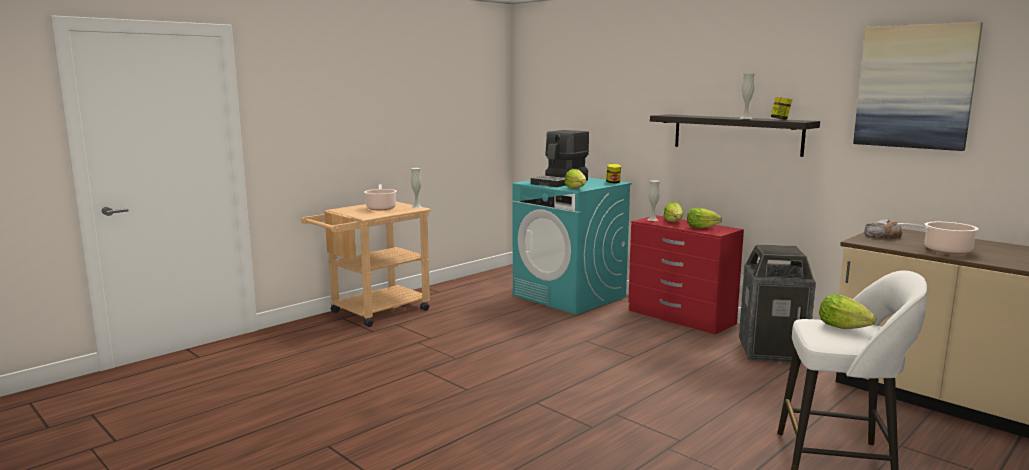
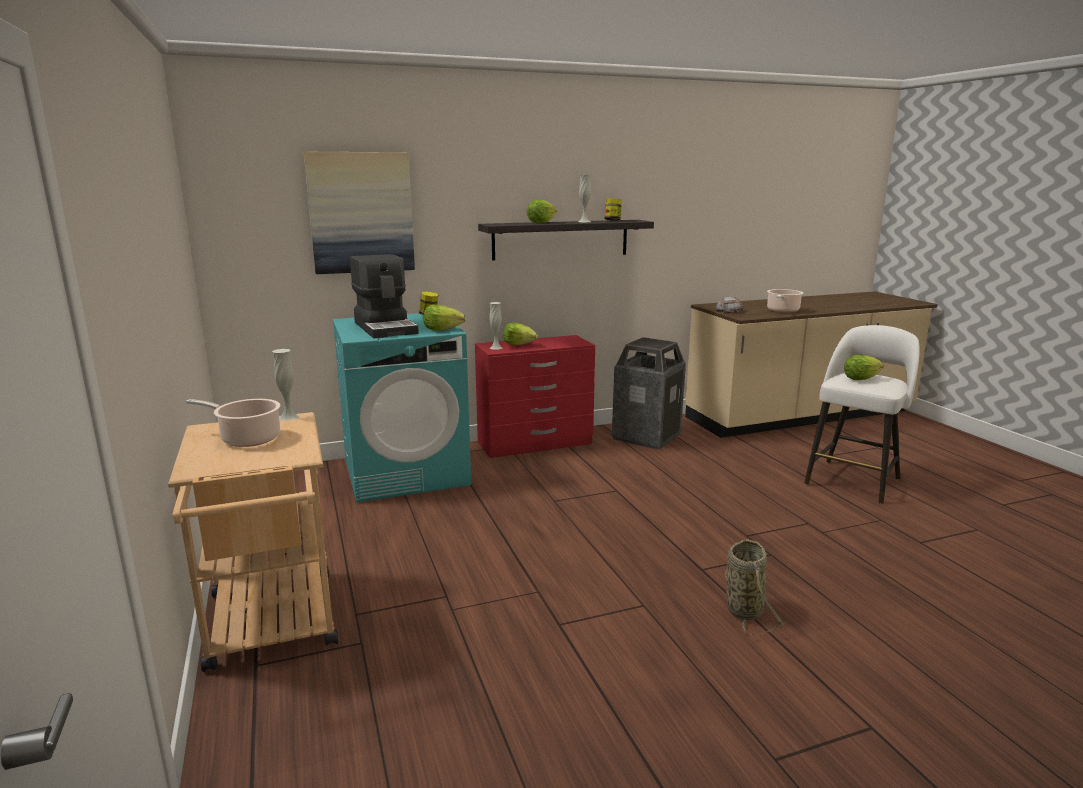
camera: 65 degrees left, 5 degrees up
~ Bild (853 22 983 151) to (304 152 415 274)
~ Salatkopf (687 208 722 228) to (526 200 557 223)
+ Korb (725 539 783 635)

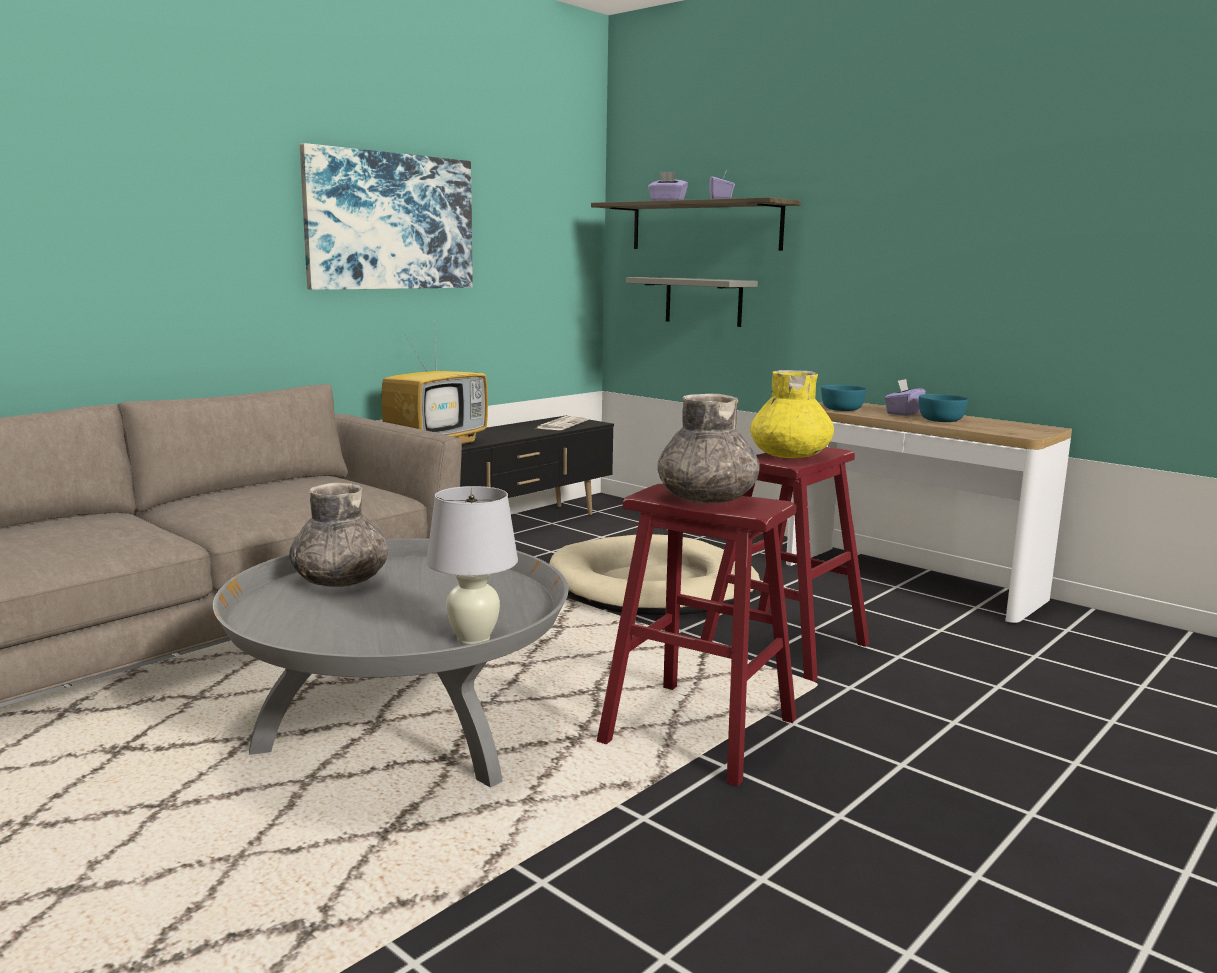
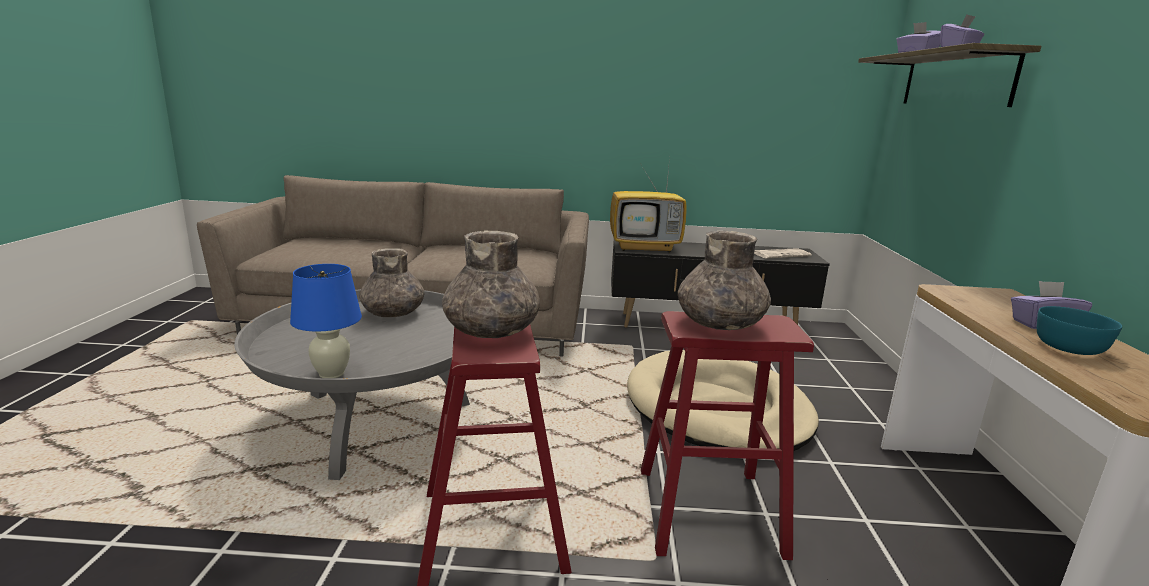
camera: 50 degrees right, 5 degrees up
~ Tischlampe [weiß] (426 486 518 645) to Tischlampe [blau] (290 264 362 378)
~ Vase [gelb] (750 370 834 458) to Vase [grau] (678 231 771 330)
- Bild (300 143 473 290)
- Wandregal [grau] (626 277 758 327)
- Schüssel [türkis] (821 385 867 411)

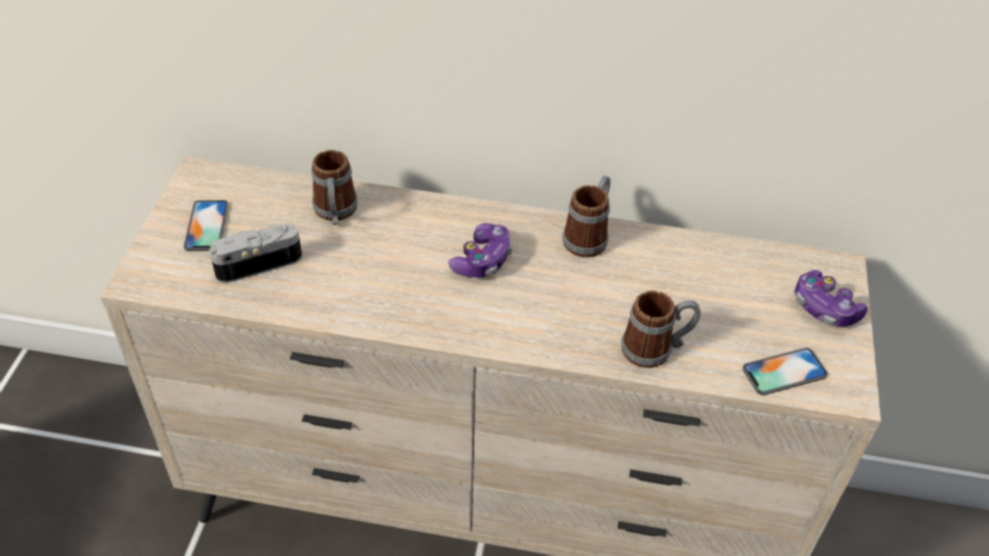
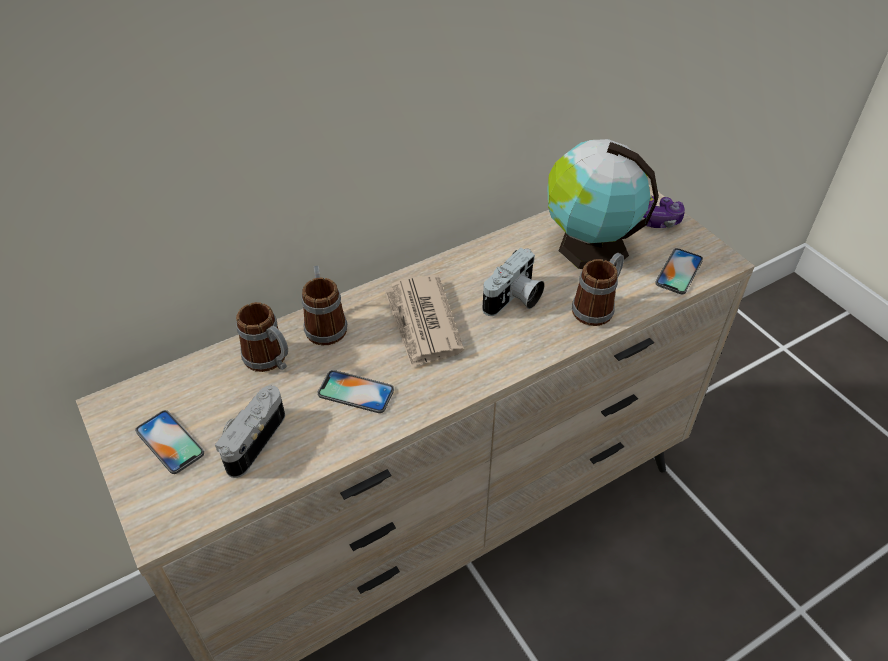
camera: 40 degrees left, 0 degrees up
~ Henkelbecher (562 176 610 257) to (302 266 347 345)
+ Handy (318 370 394 413)
~ Gamepad (449 223 513 278) to Zeitung (385 275 464 368)
+ Kamera (482 248 544 316)
+ Globus (547 139 659 269)

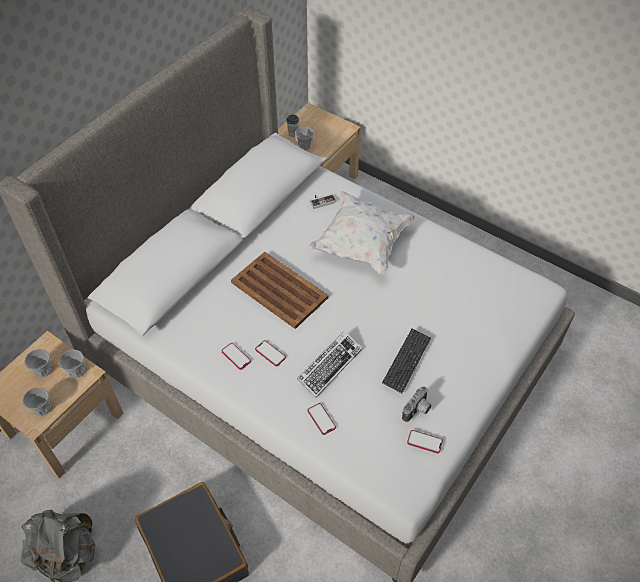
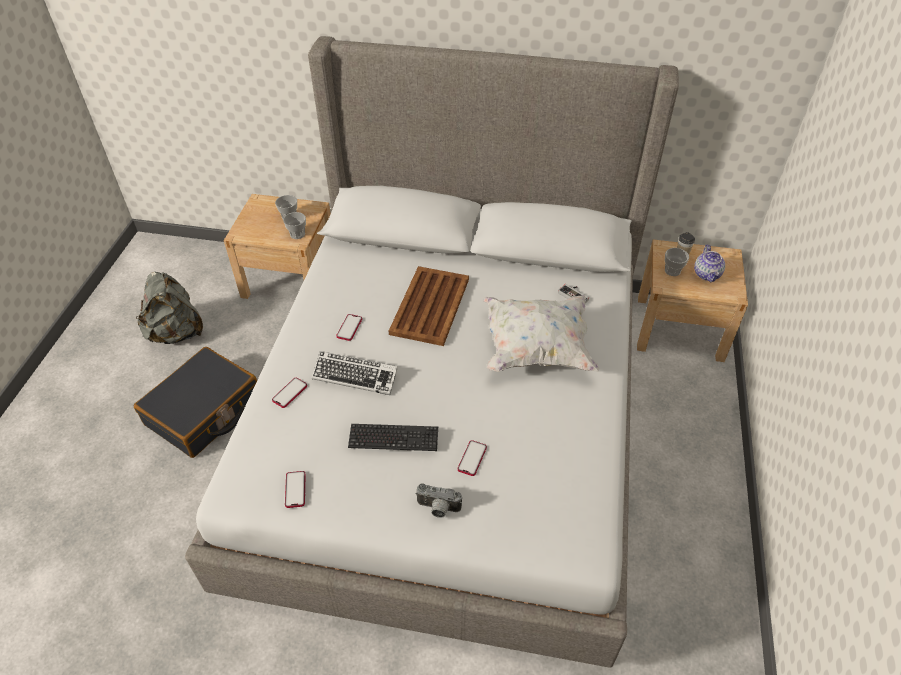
camera: 65 degrees right, 5 degrees down
~ Kamera (402 386 431 422) to (415 483 462 518)
~ Handy (221 343 251 370) to (458 440 487 476)
+ Teekanne (694 245 725 282)
- Tasse (22 387 51 416)

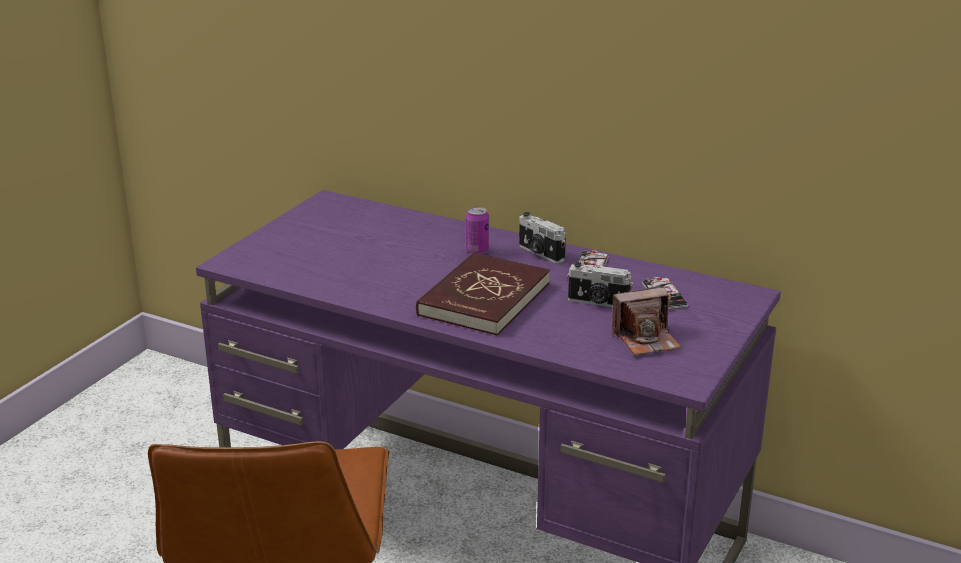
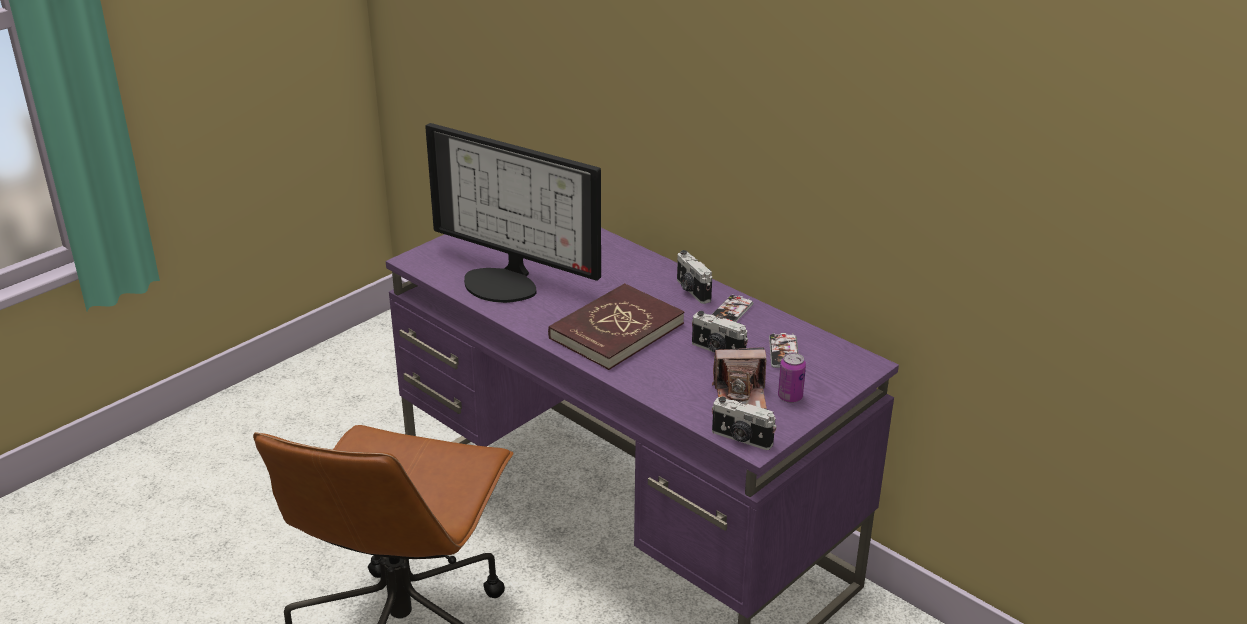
camera: 15 degrees right, 5 degrees up
+ Monitor (425 123 601 303)
+ Kamera (712 397 777 450)
~ Dose (466 207 489 254) to (778 353 806 403)

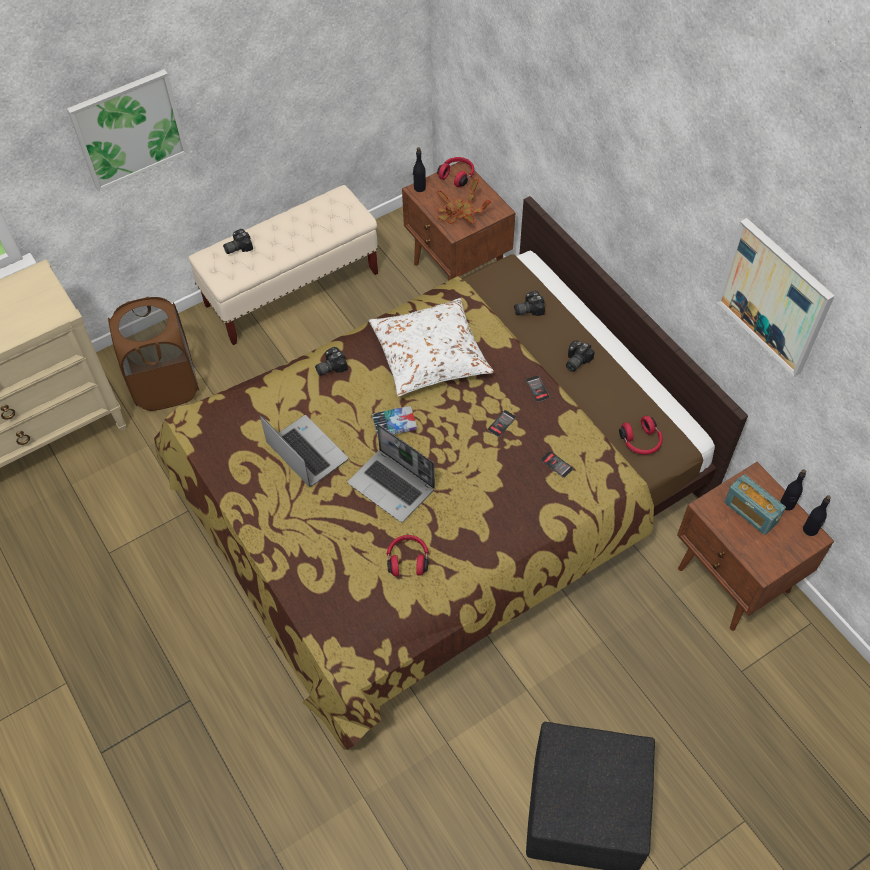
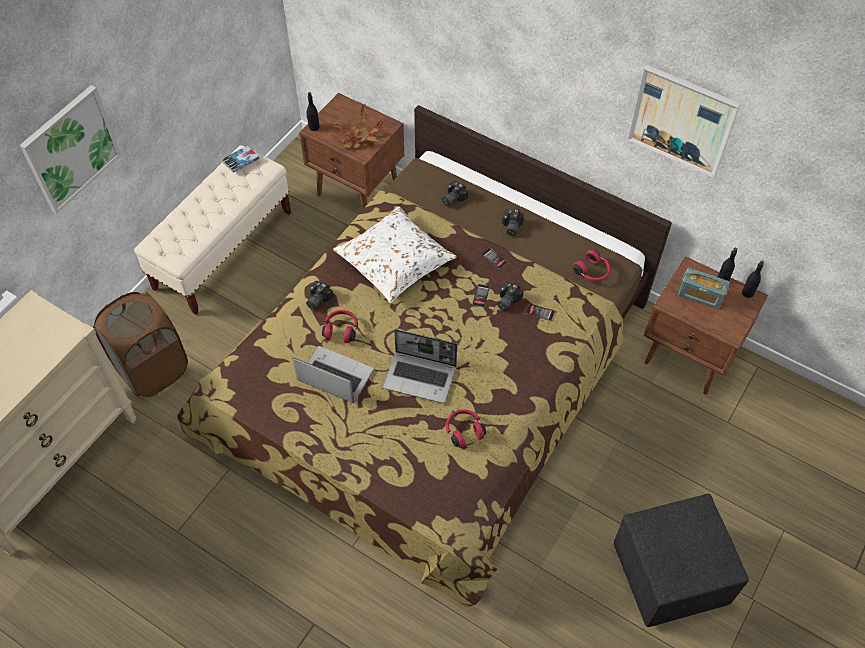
camera: 25 degrees left, 0 degrees up
~ Buch (372 406 417 436) to (222 146 260 173)
~ Kopfhörer [rot] (437 157 474 187) to (322 310 358 343)
~ Kamera (223 229 253 254) to (498 282 523 311)

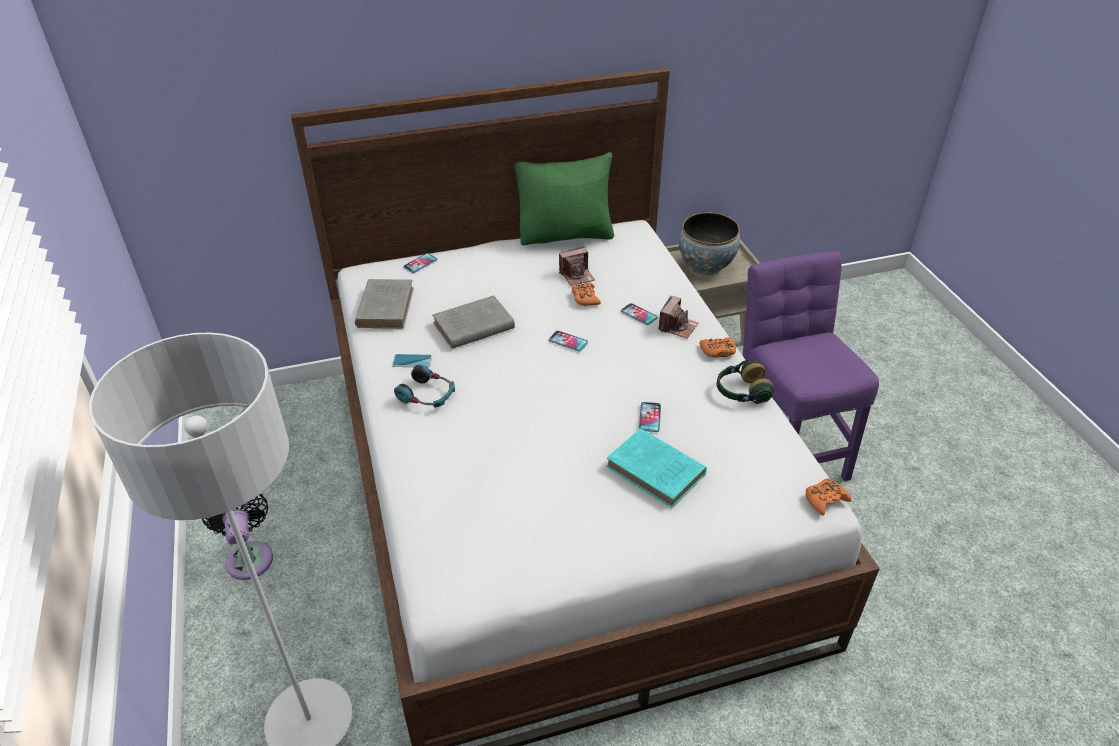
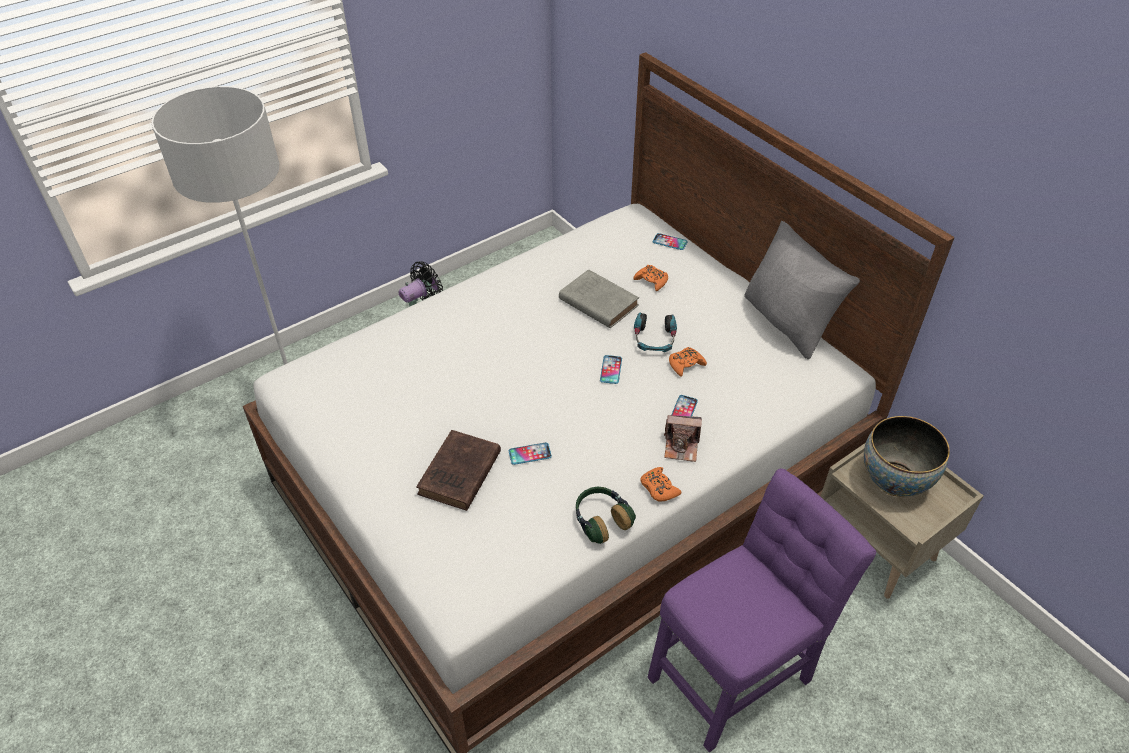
camera: 70 degrees right, 5 degrees up
~ Buch [türkis] (606 428 707 508) to Buch [braun] (416 430 501 511)
~ Gamepad [orange] (806 478 852 516) to (633 265 668 291)
~ Kopfhörer (394 364 455 408) to (634 313 677 352)
~ Kissen [grün] (514 152 614 245) to Kissen [grau] (744 221 860 359)
- Buch [grau] (355 279 414 329)
- Handy (392 354 432 367)
- Kamera (559 247 595 286)

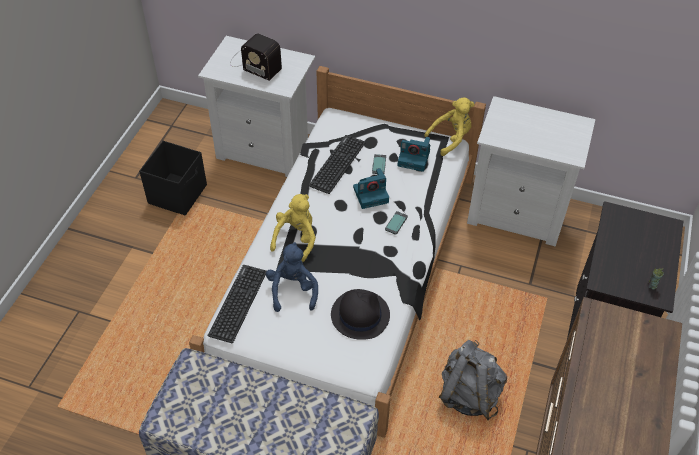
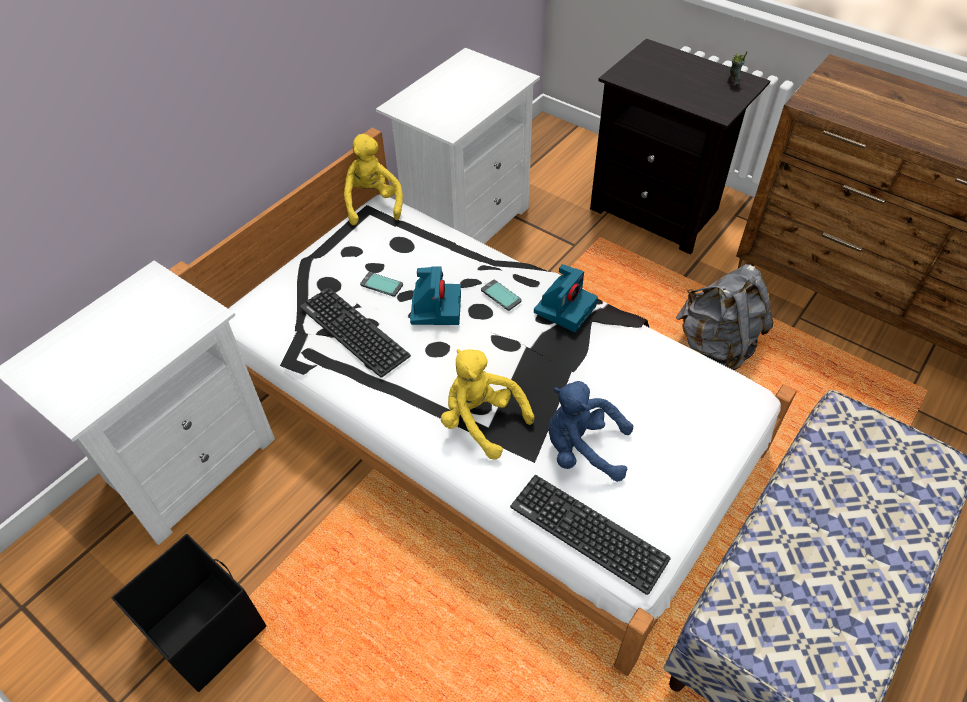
camera: 70 degrees left, 0 degrees up
~ Kamera (397 137 430 172) to (534 264 598 332)
- Radio (230 33 282 81)
- Hut [schwarz] (331 289 390 340)

